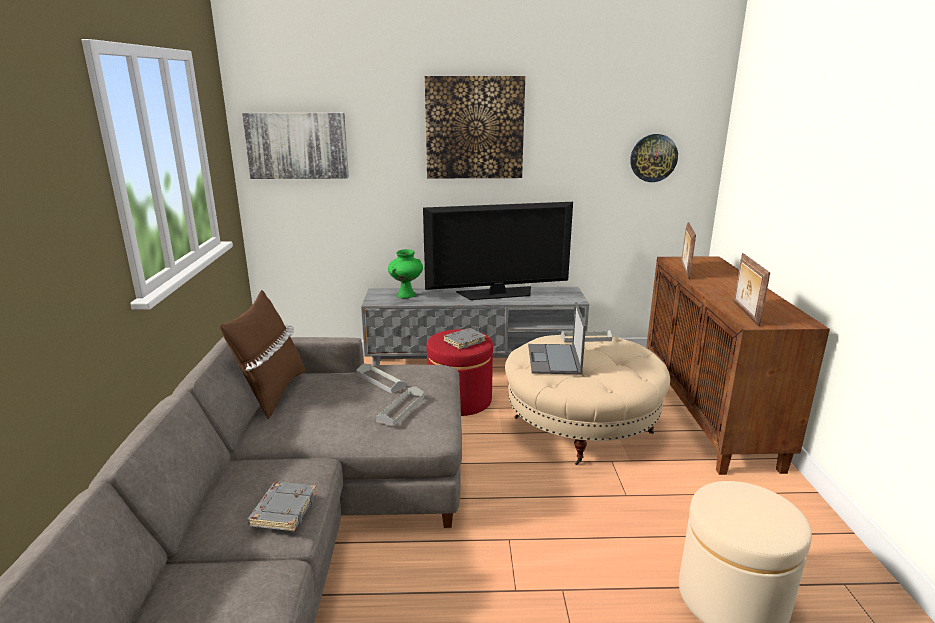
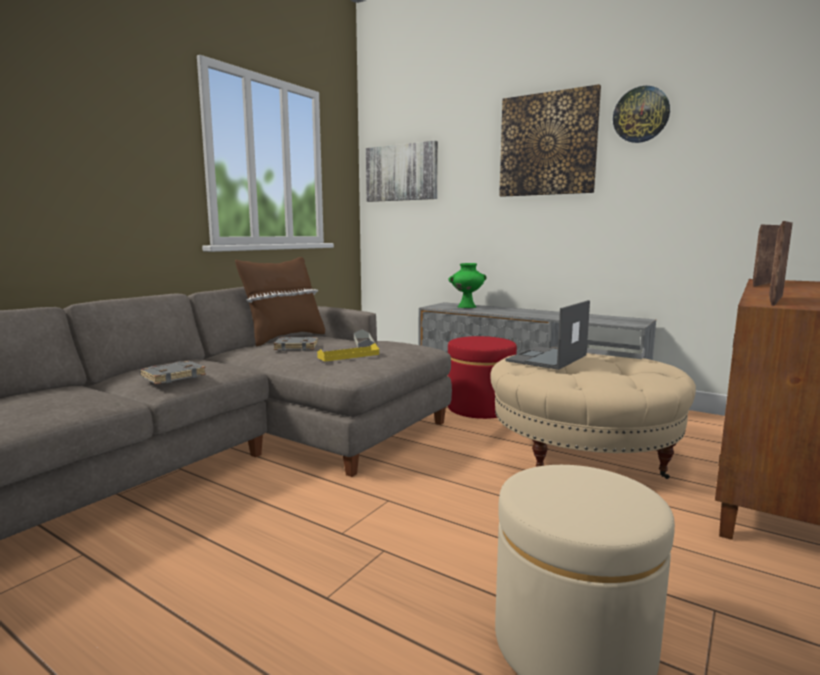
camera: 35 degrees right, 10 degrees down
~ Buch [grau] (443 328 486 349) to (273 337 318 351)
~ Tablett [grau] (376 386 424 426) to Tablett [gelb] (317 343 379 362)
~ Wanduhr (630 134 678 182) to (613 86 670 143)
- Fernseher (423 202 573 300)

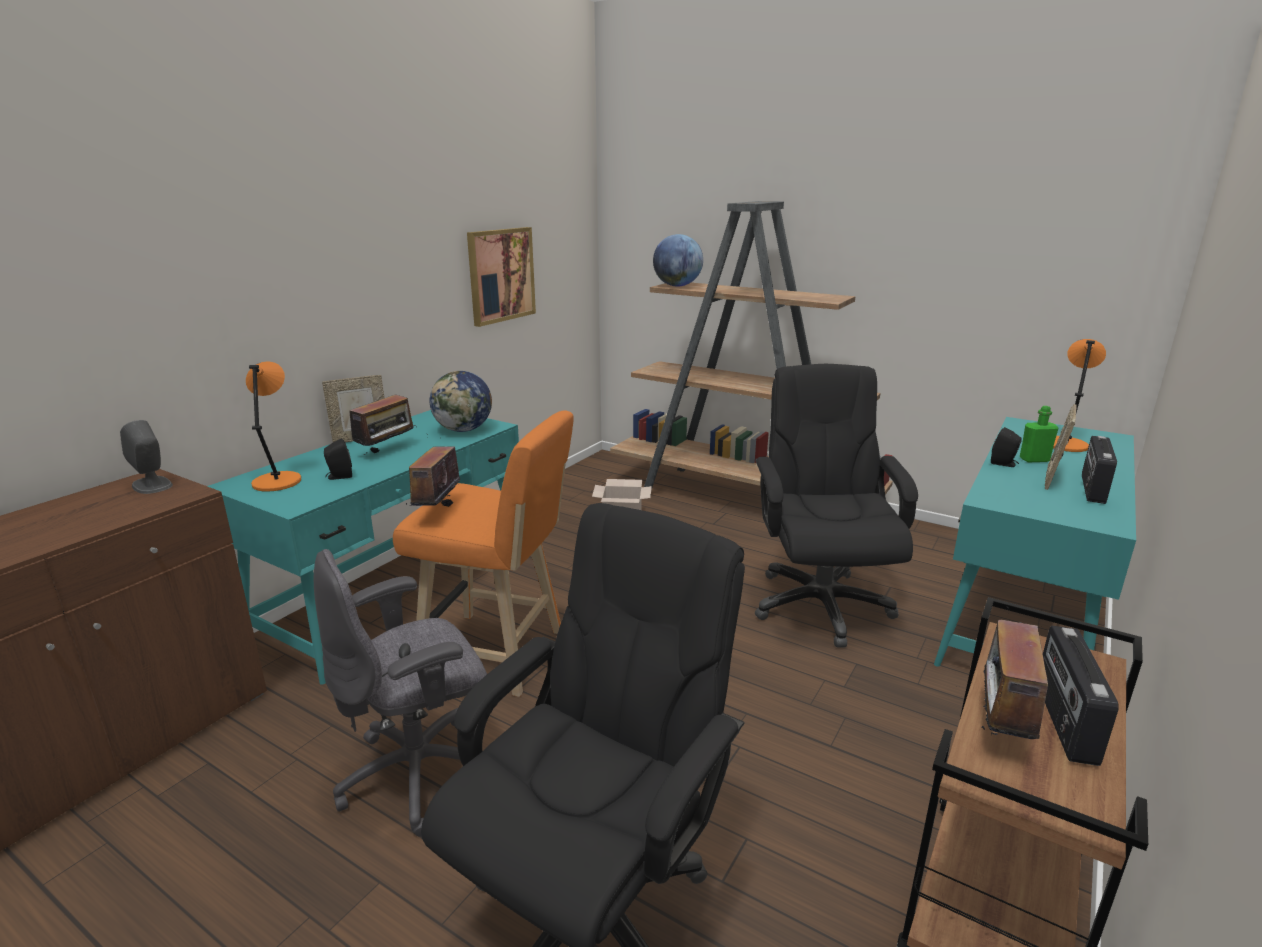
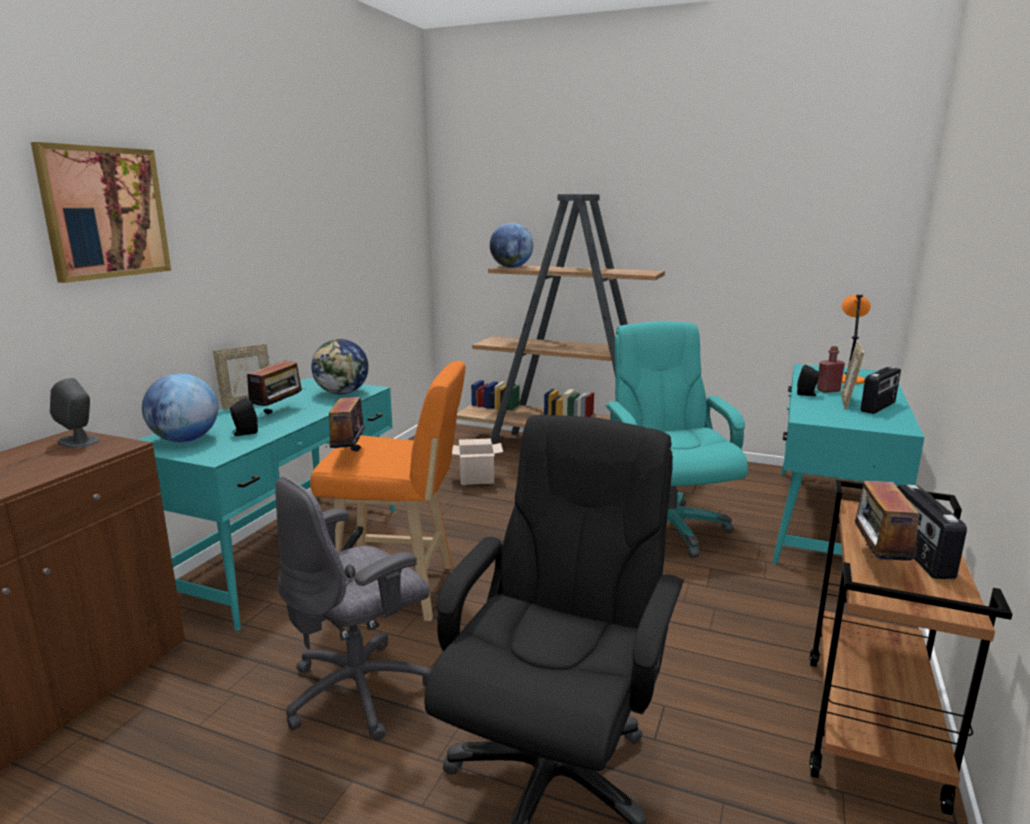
camera: 10 degrees left, 5 degrees down
~ Bild (467 227 536 327) to (31 142 171 283)
~ Tischlampe [orange] (246 361 301 492) to Globus (142 373 218 442)
~ Bürostuhl [schwarz] (755 364 918 648) to Bürostuhl [türkis] (605 321 748 558)
~ Flasche [grün] (1020 406 1058 462) to Flasche [rot] (817 346 845 393)
~ Radio (1082 436 1117 504) = (860 366 901 414) 150 degrees counterclockwise

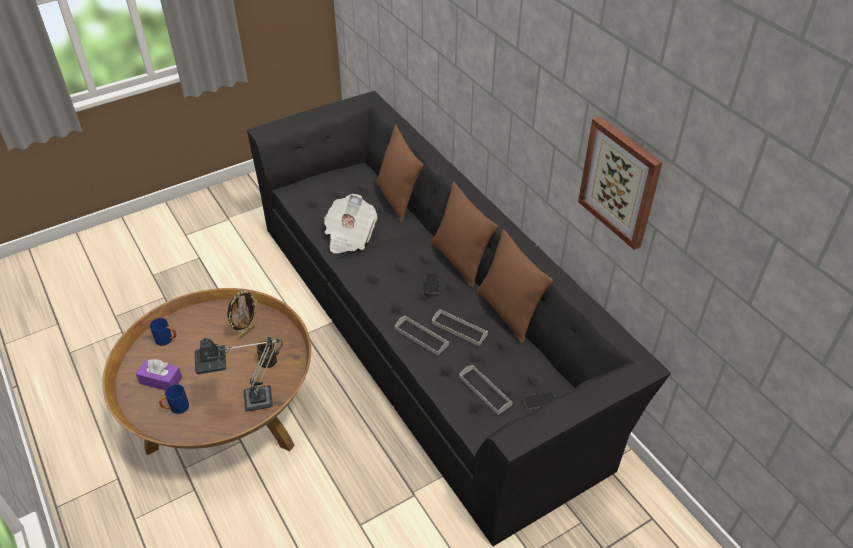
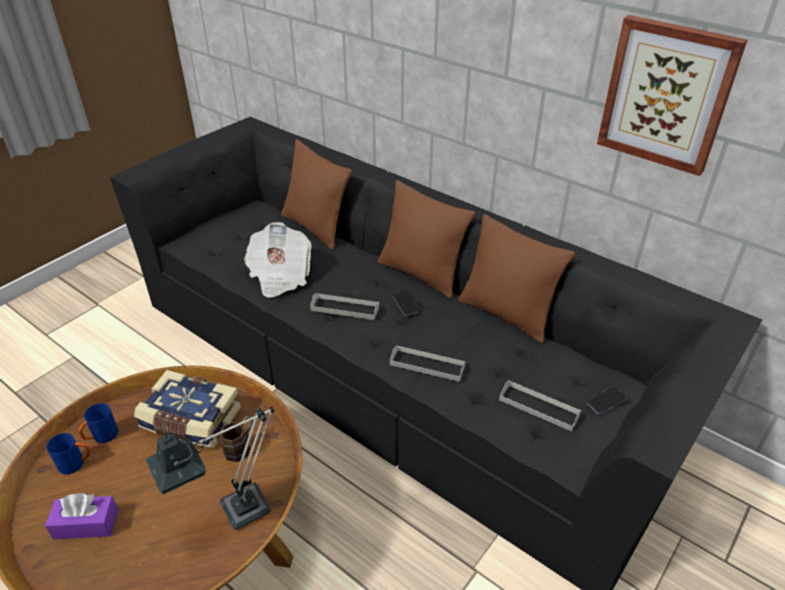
camera: 20 degrees left, 5 degrees down
~ Henkelbecher [blau] (159 384 189 414) to (78 403 118 443)
~ Bilderrahmen (227 291 257 339) to Buch (134 370 241 449)
~ Tablett [grau] (432 309 488 346) to (310 293 379 320)

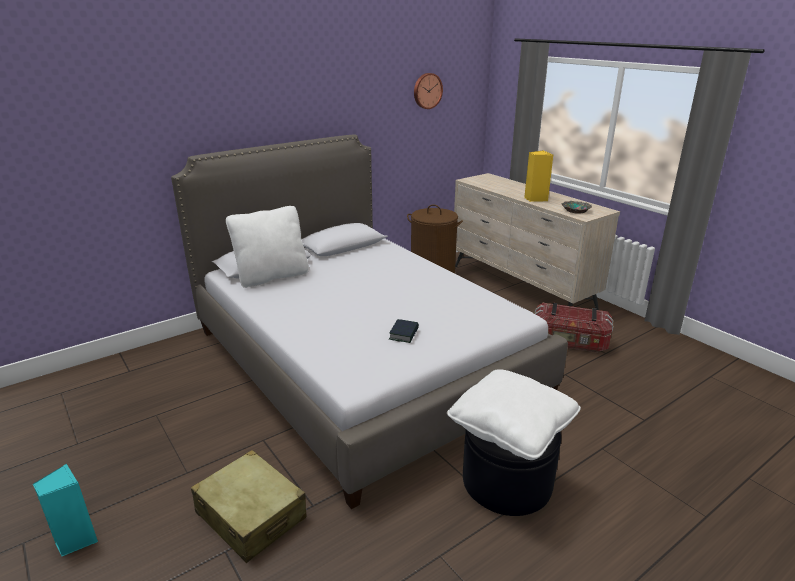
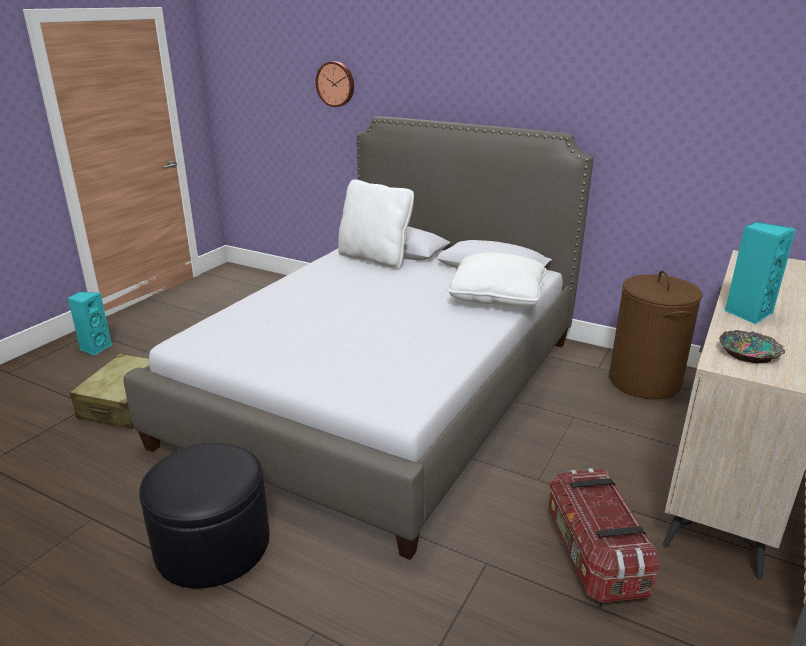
camera: 65 degrees right, 0 degrees up
~ Wanduhr (414 73 443 109) to (316 61 354 107)
~ Kissen [weiß] (447 369 581 460) to (447 252 546 306)
~ Lautsprecher [gelb] (524 150 553 202) to Lautsprecher [türkis] (725 221 796 324)
- Buch (389 319 419 343)

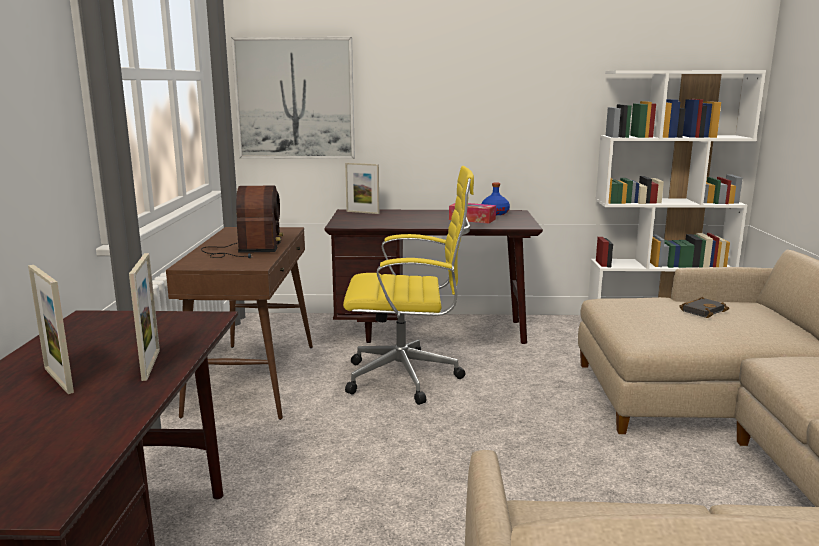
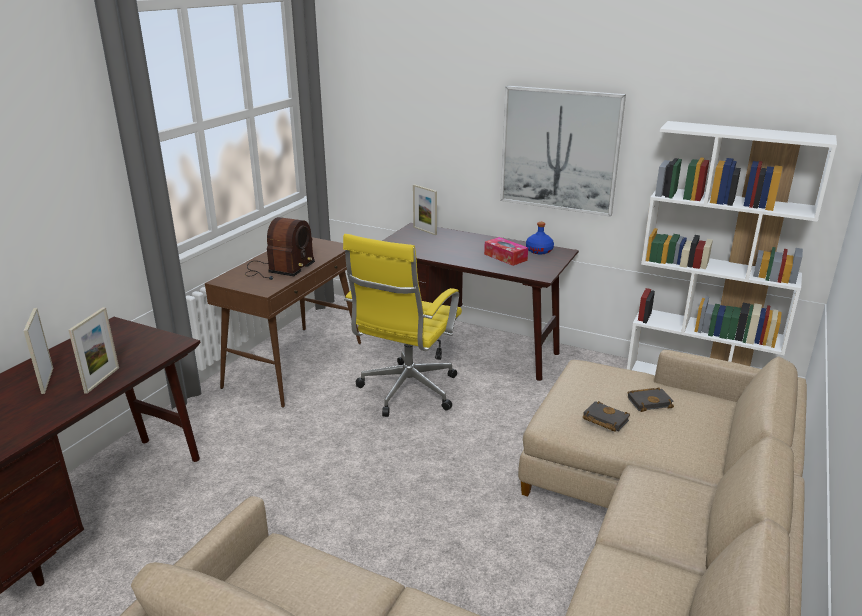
camera: 25 degrees right, 10 degrees up
~ Bürostuhl [gelb] (343 166 474 405) = (343 234 462 417) 90 degrees clockwise
~ Bild (231 37 355 159) to (500 86 626 217)
+ Buch [schwarz] (583 401 630 432)

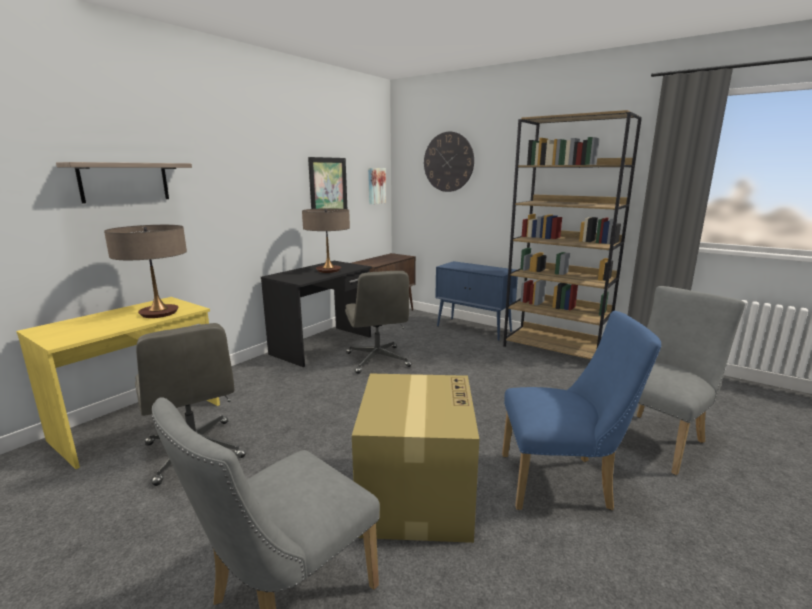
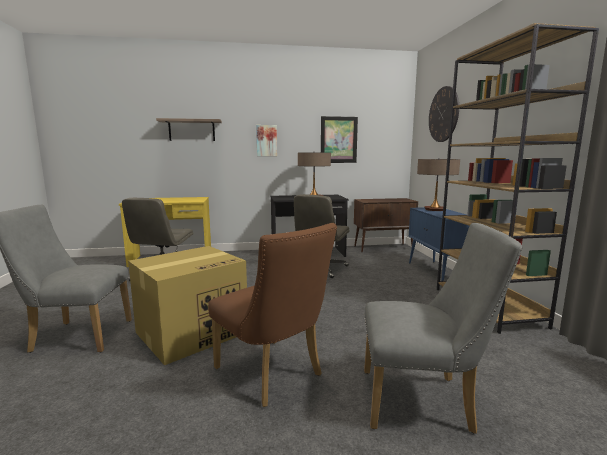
camera: 45 degrees right, 5 degrees down
~ Stuhl [blau] (502 311 662 510) to Stuhl [braun] (208 223 337 407)
~ Bild (368 168 386 204) to (256 125 277 156)
~ Tischlampe (104 225 187 318) to (417 158 460 211)

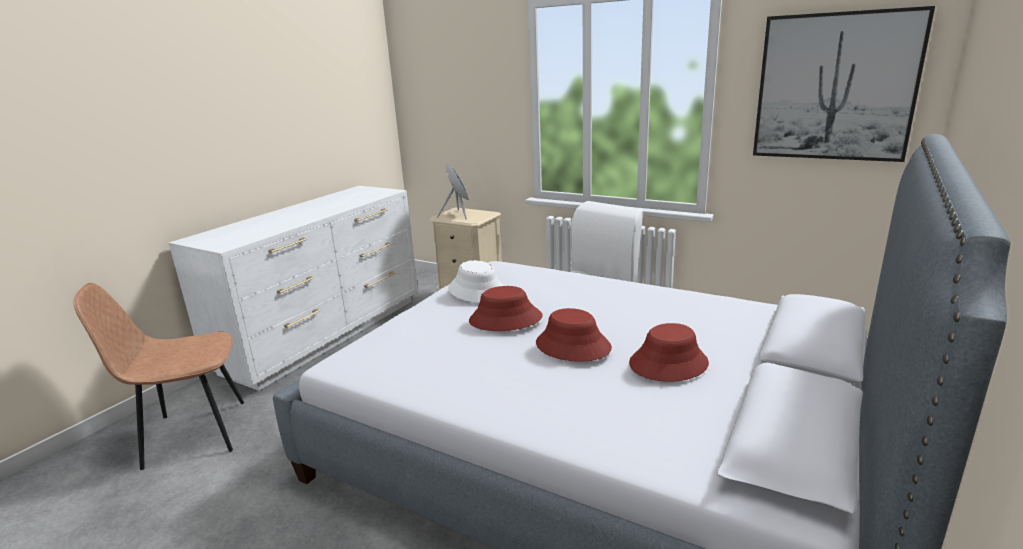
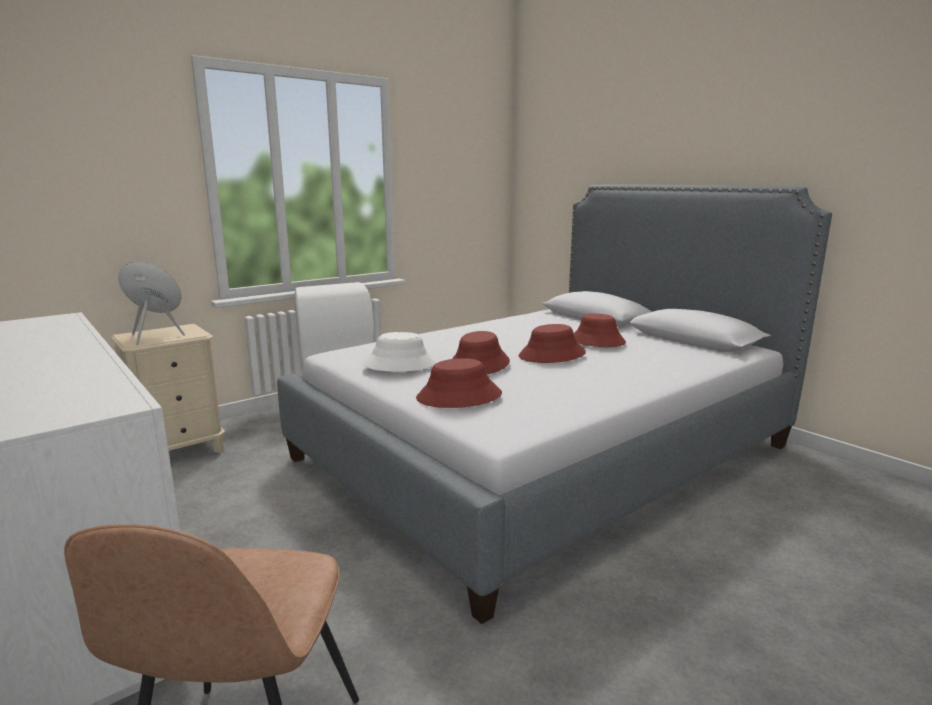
camera: 70 degrees left, 5 degrees down
+ Hut [rot] (416 358 502 408)
- Bild (753 6 935 162)

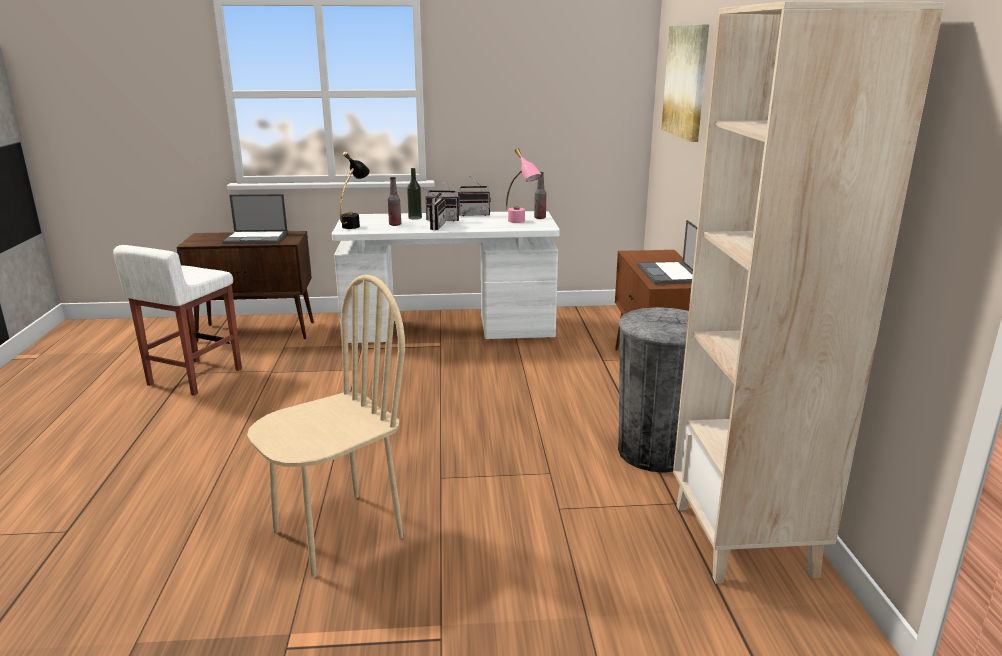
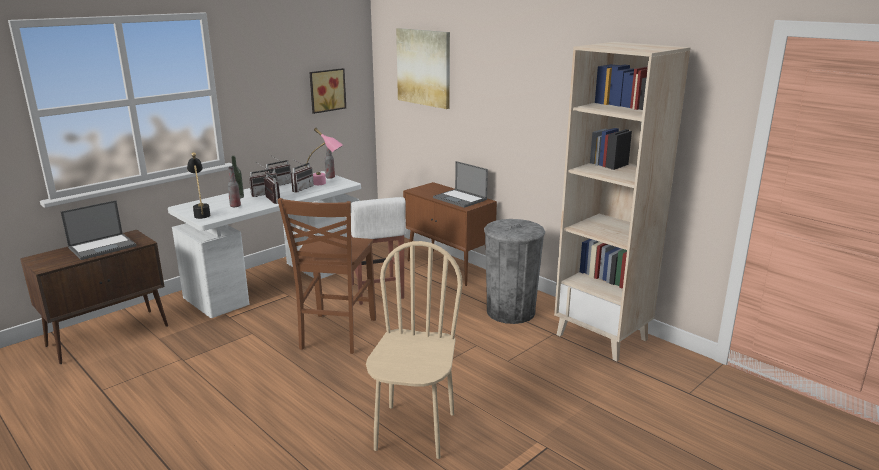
camera: 40 degrees left, 0 degrees up
+ Stuhl [braun] (278 198 376 354)
+ Radio (291 159 314 193)
+ Bild (309 68 346 114)
~ Hocker [weiß] (113 245 242 396) to (345 197 406 305)

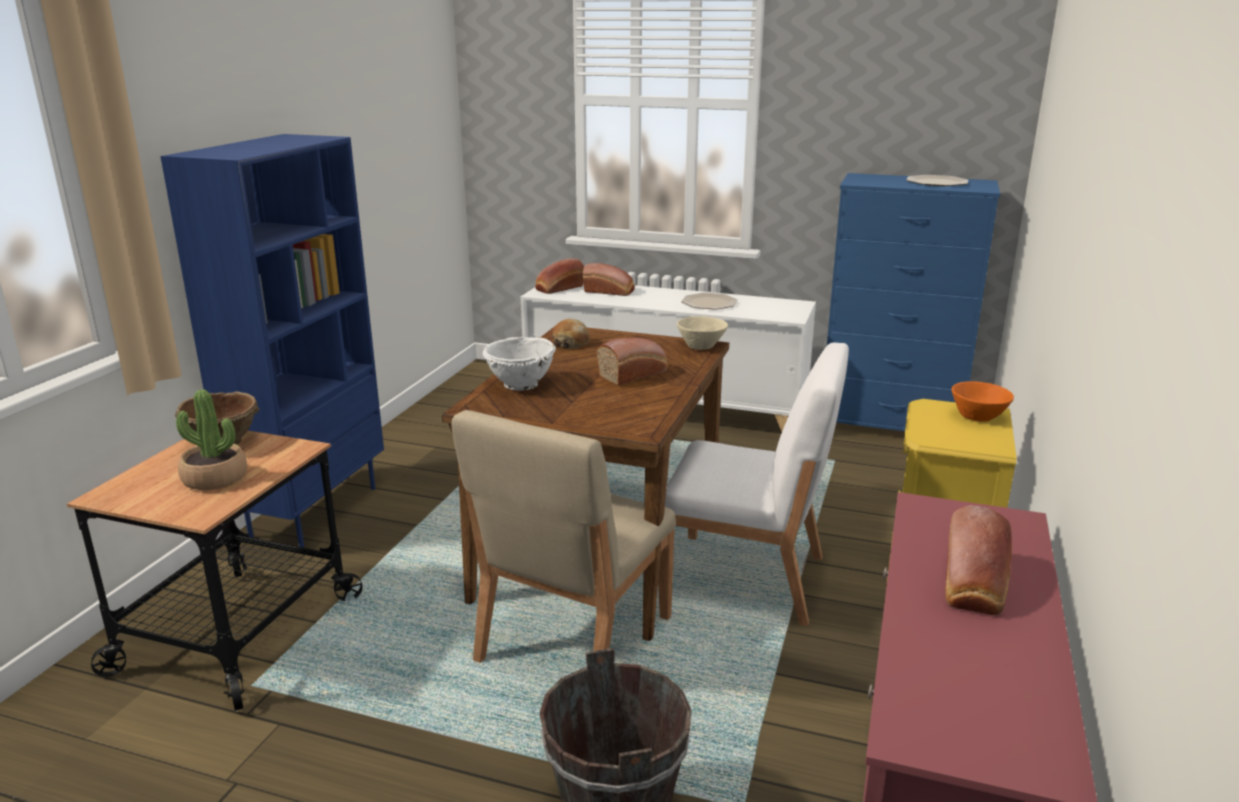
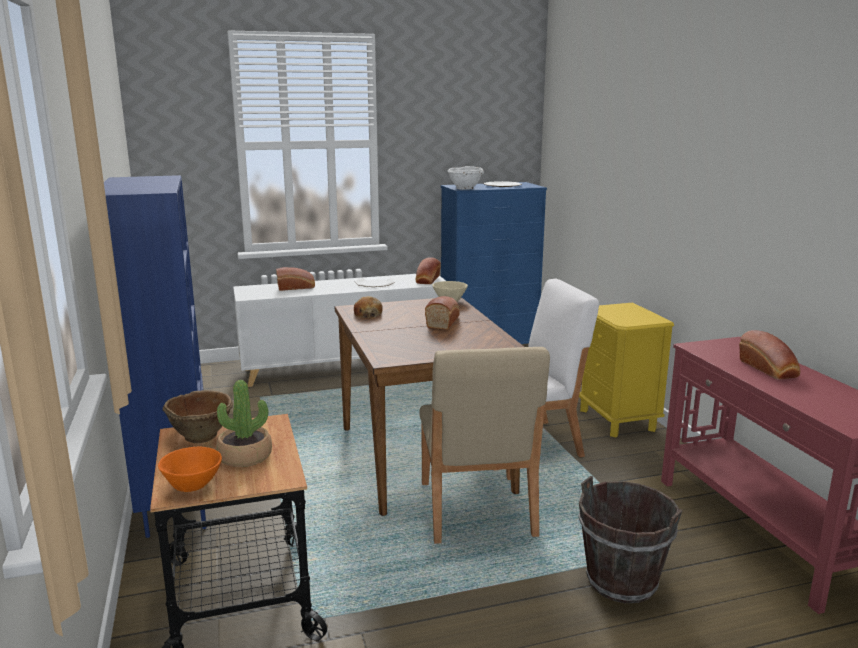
camera: 35 degrees left, 5 degrees down
~ Schüssel [orange] (951 381 1014 422) to (158 447 222 492)
~ Brot (535 258 584 294) to (416 257 441 284)
~ Schüssel [weiß] (483 337 556 390) to (448 166 484 190)

